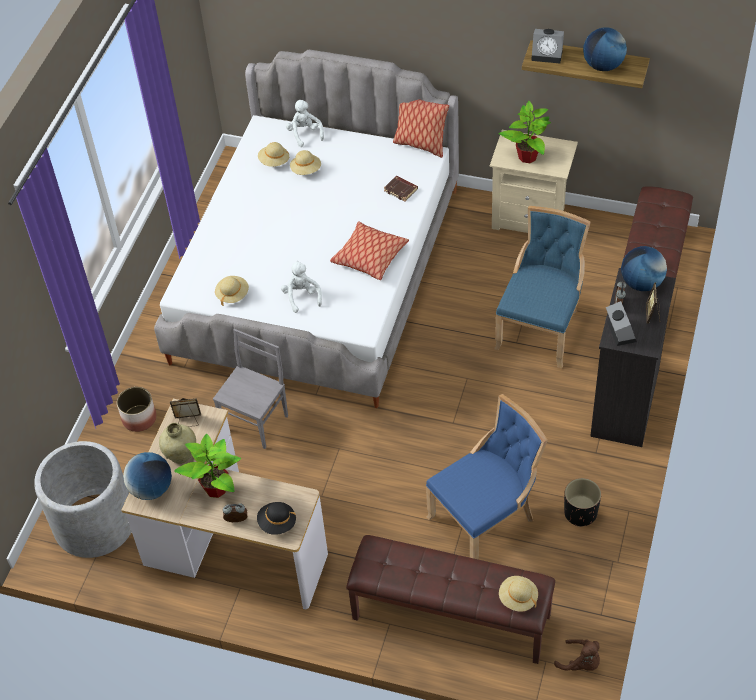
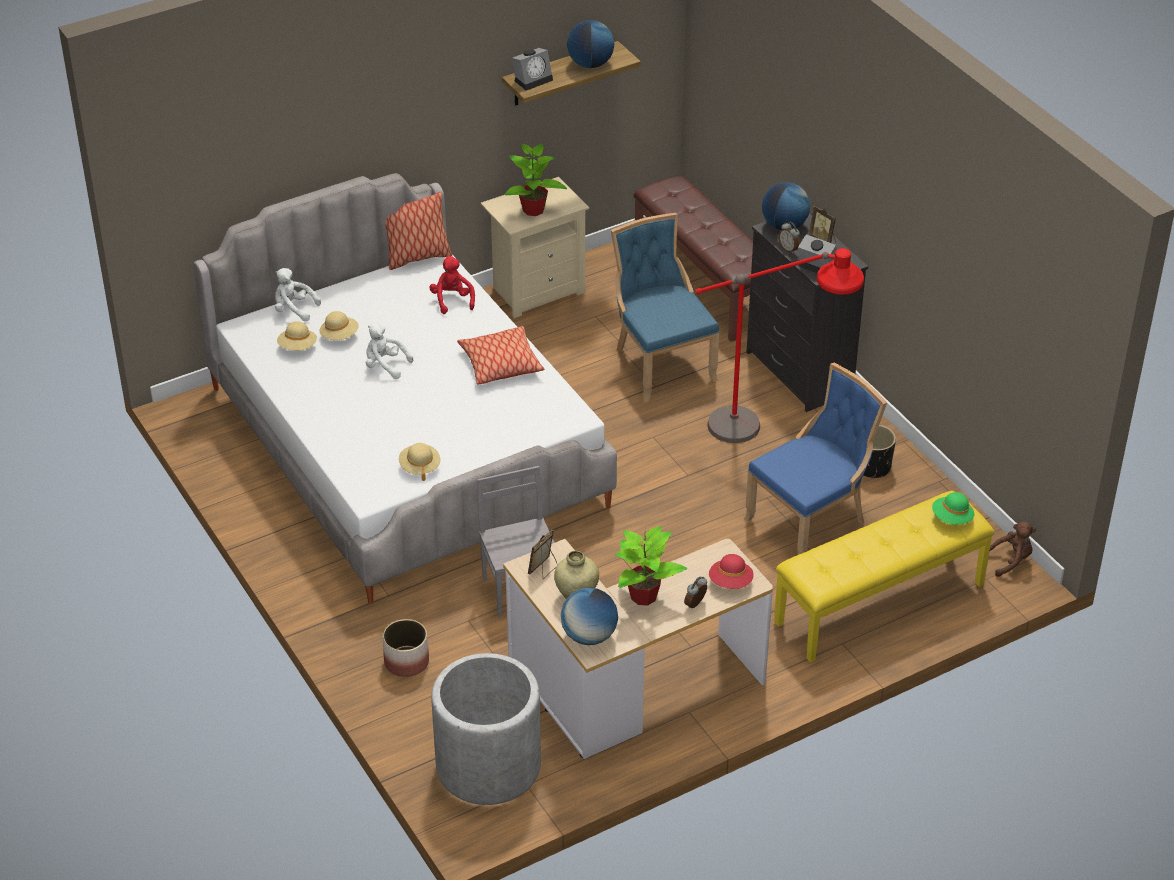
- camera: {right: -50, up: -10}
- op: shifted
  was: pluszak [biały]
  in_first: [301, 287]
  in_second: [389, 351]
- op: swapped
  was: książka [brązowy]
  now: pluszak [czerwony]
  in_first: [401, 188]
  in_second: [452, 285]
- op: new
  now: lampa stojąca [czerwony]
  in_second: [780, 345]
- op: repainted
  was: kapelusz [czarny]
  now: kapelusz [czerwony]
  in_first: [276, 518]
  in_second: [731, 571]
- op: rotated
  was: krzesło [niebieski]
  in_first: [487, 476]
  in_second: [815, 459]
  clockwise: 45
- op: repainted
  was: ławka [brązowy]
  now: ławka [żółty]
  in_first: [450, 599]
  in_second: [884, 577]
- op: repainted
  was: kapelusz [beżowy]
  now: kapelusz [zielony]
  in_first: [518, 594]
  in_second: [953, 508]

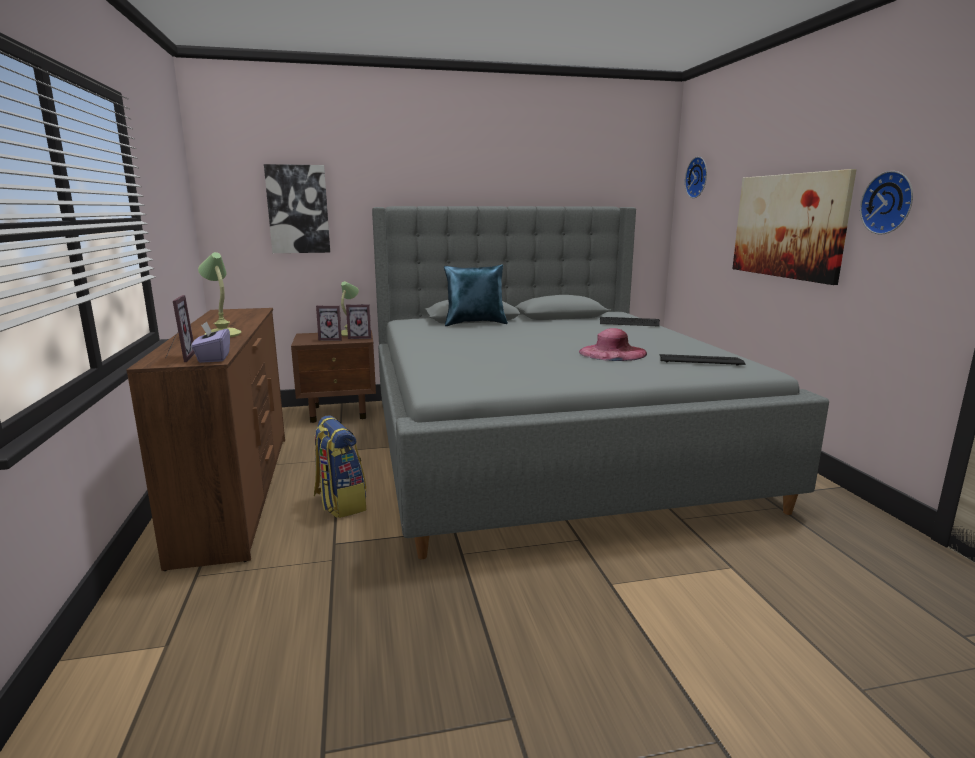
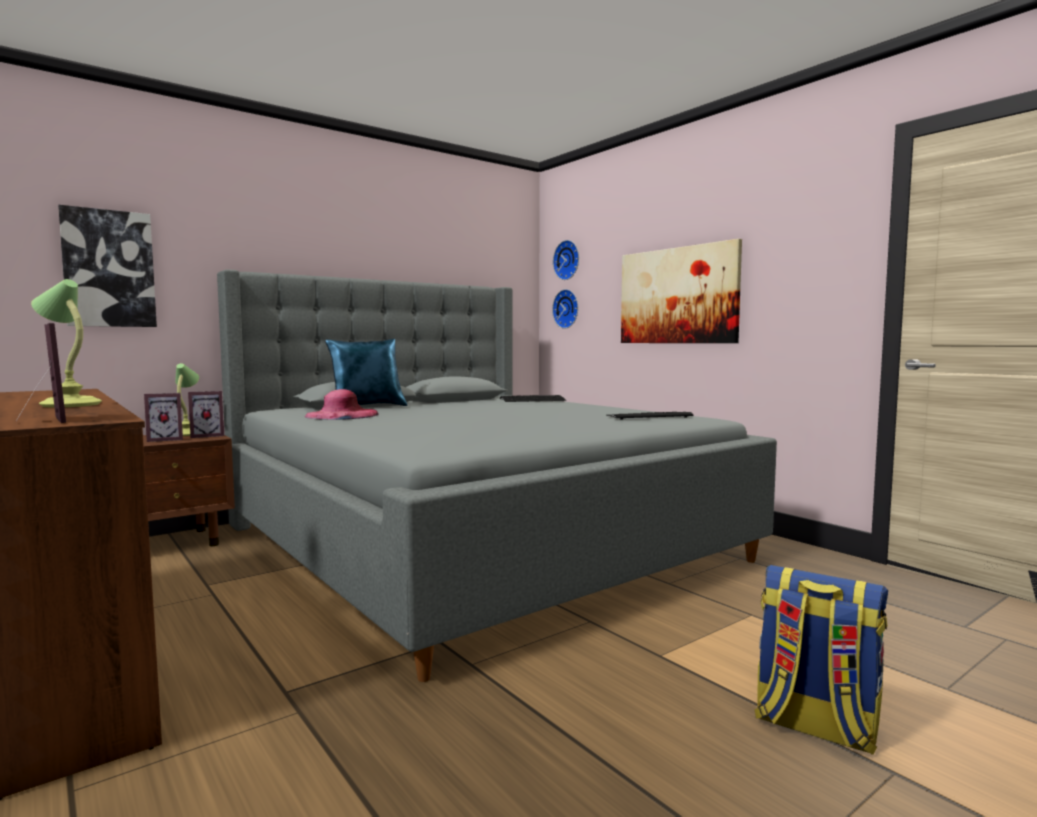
- camera: {right: -25, up: -10}
- op: shifted
  was: kapelusz [różowy]
  in_first: [613, 344]
  in_second: [341, 404]
- op: shifted
  was: zegar ścienny
  in_first: [886, 203]
  in_second: [565, 309]
- op: shifted
  was: plecak
  in_first: [340, 466]
  in_second: [821, 660]
- op: gone
  was: pudełko chusteczek [fioletowy]
  in_first: [211, 342]

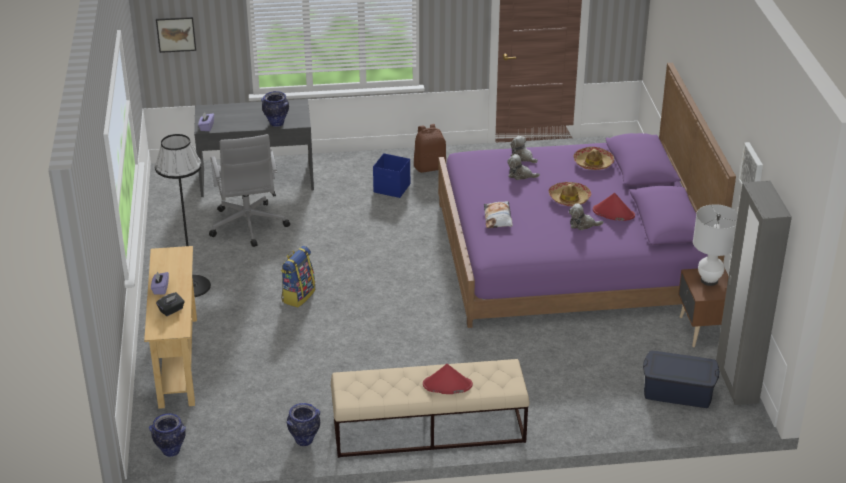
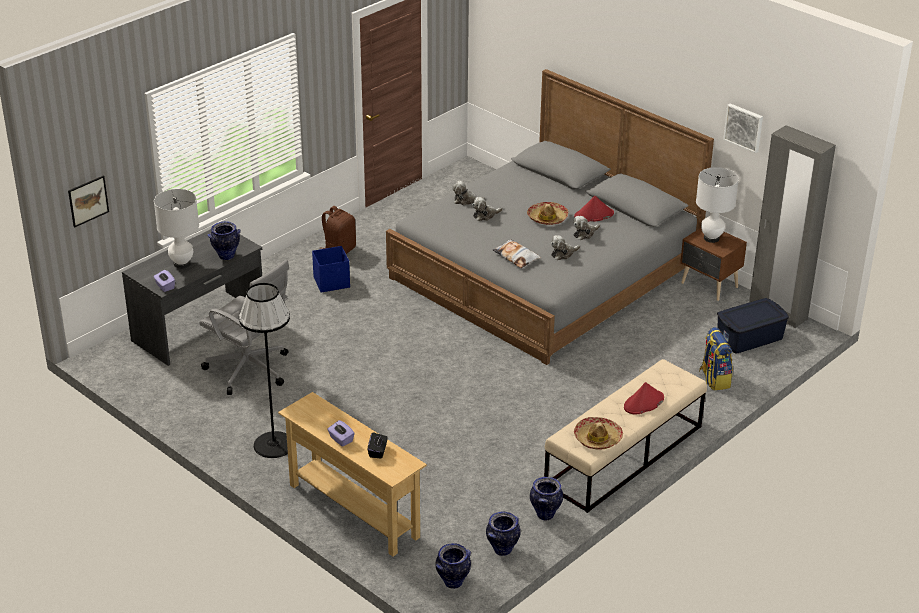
- camera: {right: -40, up: 0}
- op: new
  now: lampa stołowa [biały]
  in_second: [176, 229]
- op: repainted
  was: łóżko [fioletowy]
  now: łóżko [szary]
  in_first: [587, 195]
  in_second: [550, 217]
- op: new
  now: wazon
  in_second: [503, 533]
- op: new
  now: pluszak
  in_second: [566, 247]
- op: shifted
  was: kapelusz
  in_first: [594, 158]
  in_second: [598, 433]
- op: shifted
  was: plecak
  in_first: [298, 276]
  in_second: [716, 359]

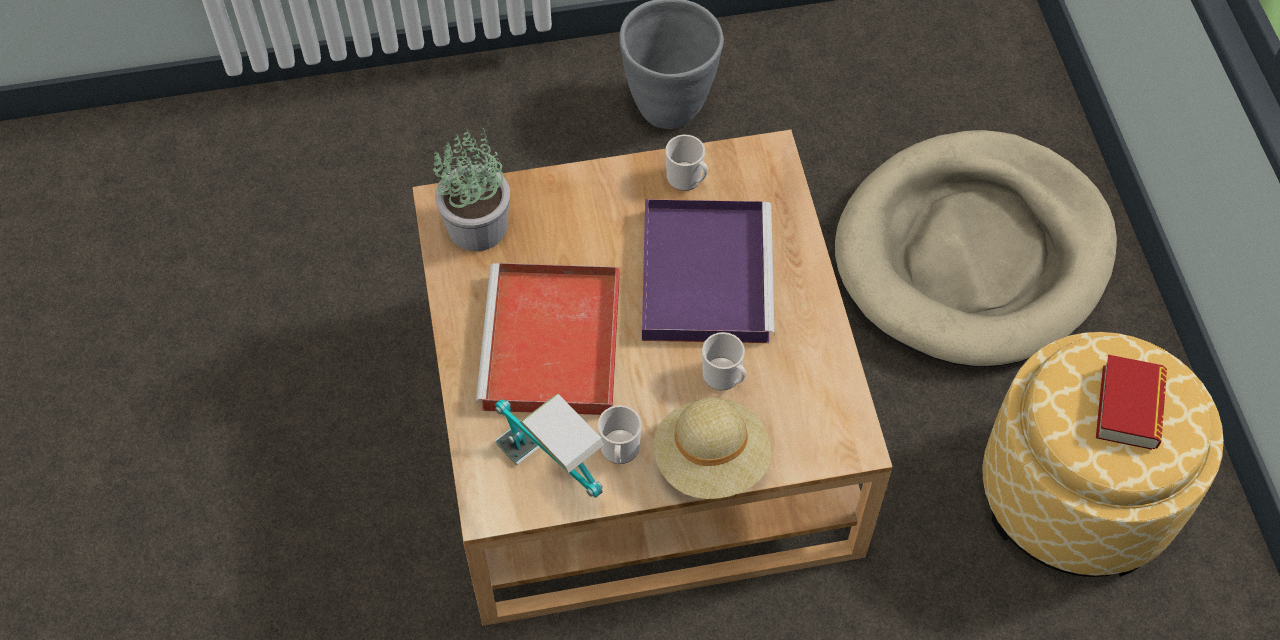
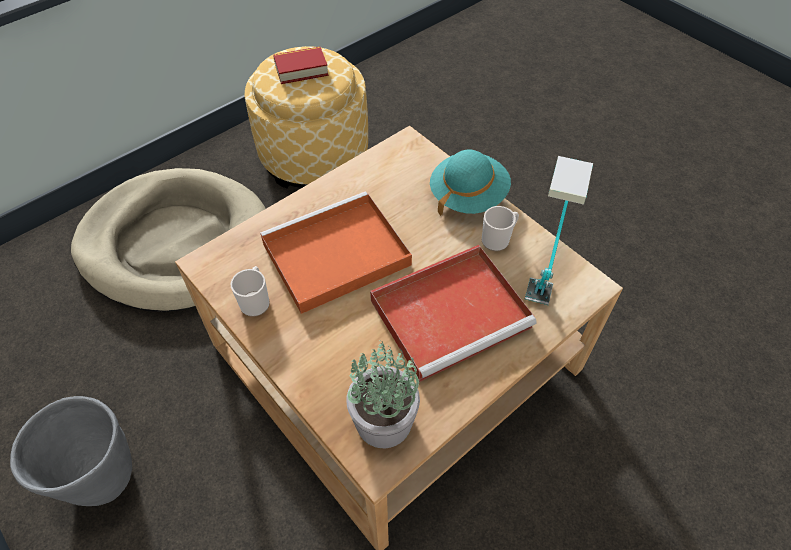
- camera: {right: -120, up: -5}
- op: repainted
  was: taca [fioletowy]
  now: taca [pomarańczowy]
  in_first: [708, 271]
  in_second: [336, 252]
- op: repainted
  was: kapelusz [beżowy]
  now: kapelusz [turkusowy]
  in_first: [712, 448]
  in_second: [470, 182]
- op: gone
  was: kubek
  in_first: [724, 361]

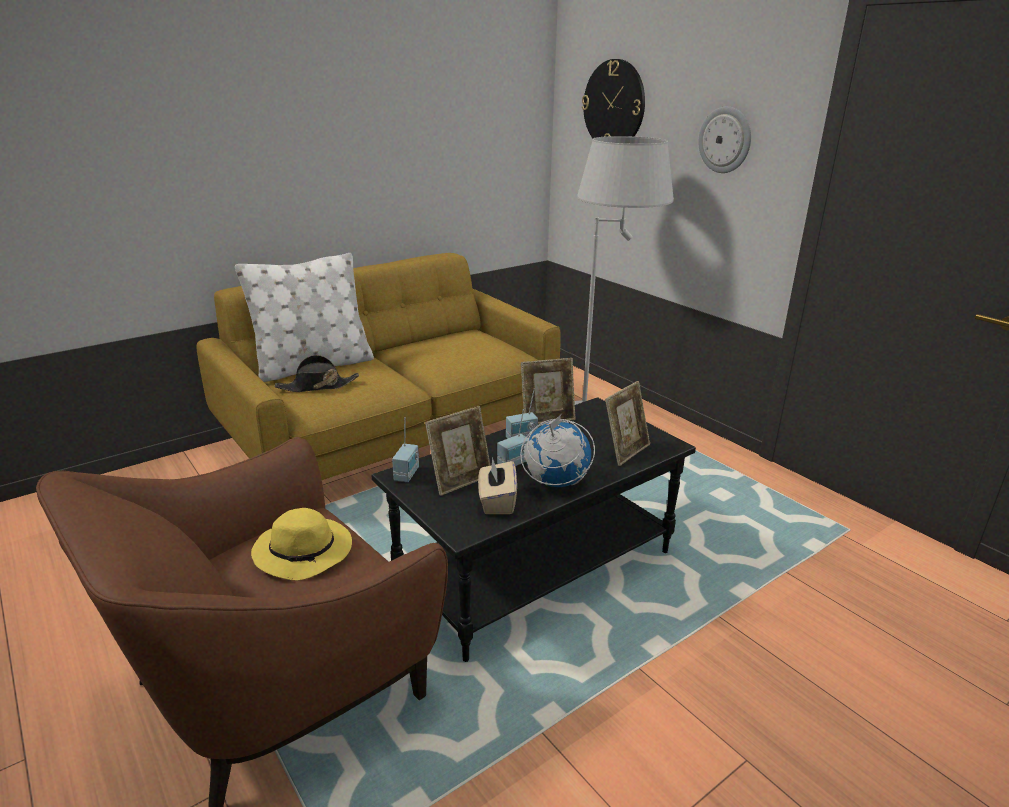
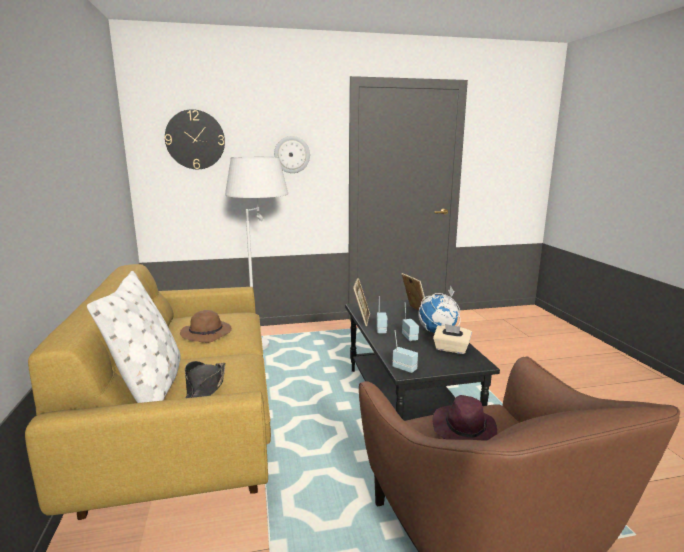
- camera: {right: -65, up: -10}
- op: new
  now: kapelusz [brązowy]
  in_second: [206, 326]
- op: repainted
  was: kapelusz [żółty]
  now: kapelusz [fioletowy]
  in_first: [301, 544]
  in_second: [464, 417]
- op: gone
  was: ramka na zdjęcie
  in_first: [458, 451]

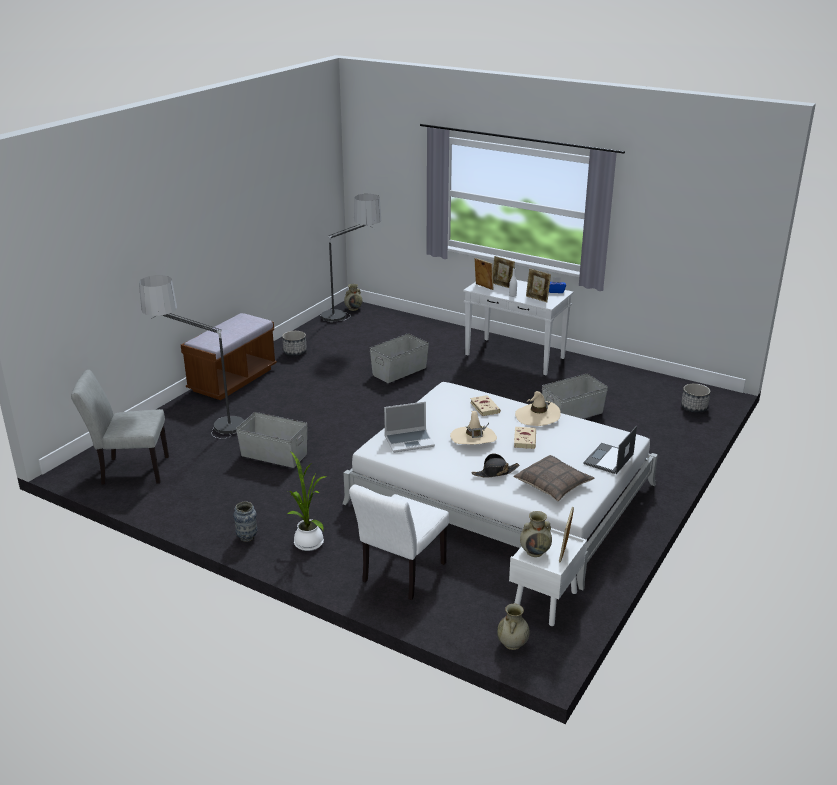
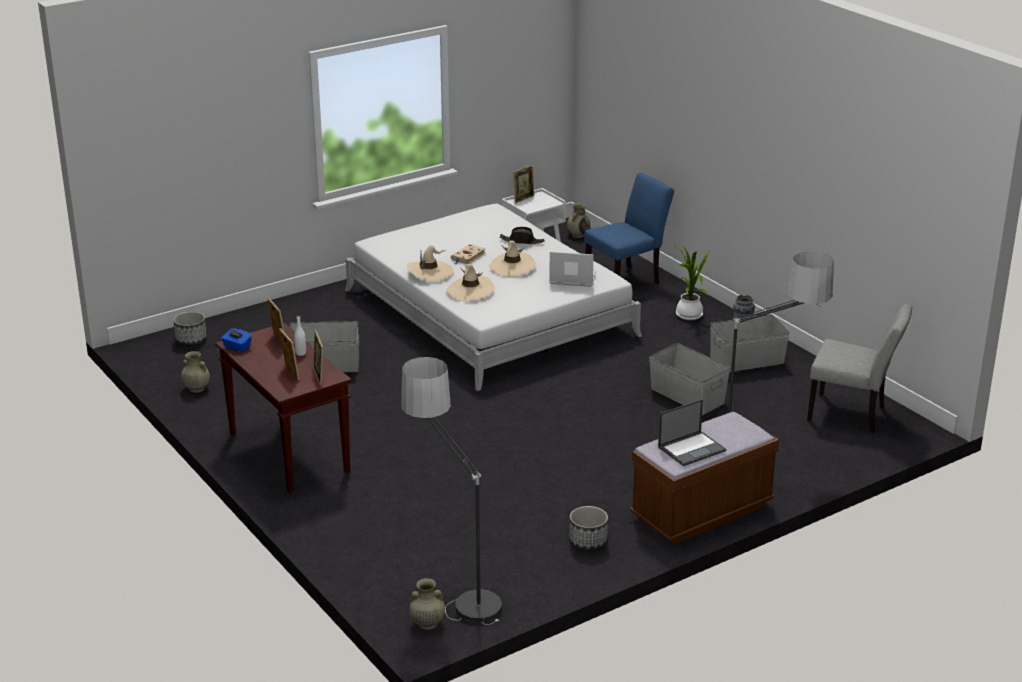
- camera: {right: -155, up: 0}
- op: shifted
  was: wazon [beżowy]
  in_first: [536, 534]
  in_second: [195, 372]
- op: repainted
  was: stolik konsolowy [biały]
  now: stolik konsolowy [brązowy]
  in_first: [518, 328]
  in_second: [283, 408]
- op: swapped
  was: książka [beżowy]
  now: kapelusz [beżowy]
  in_first: [485, 405]
  in_second: [470, 282]
- op: repainted
  was: krzesło [biały]
  now: krzesło [niebieski]
  in_first: [399, 542]
  in_second: [629, 228]
- op: shifted
  was: laptop
  in_first: [610, 450]
  in_second: [692, 432]
- op: shifted
  was: pojemnik do przechowywania [szary]
  in_first: [399, 358]
  in_second: [750, 343]
- op: gone
  was: poduszka
  in_first: [554, 478]

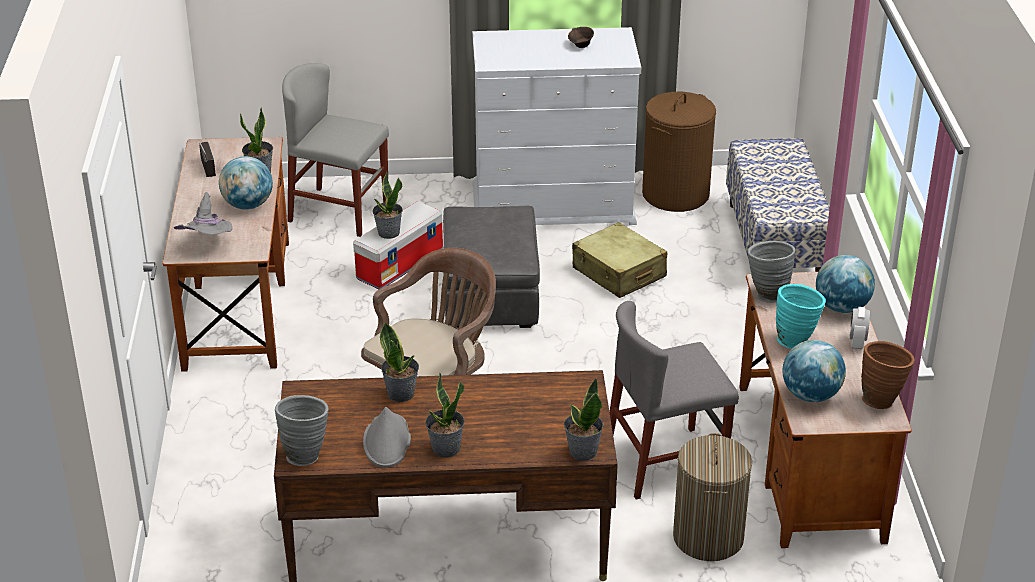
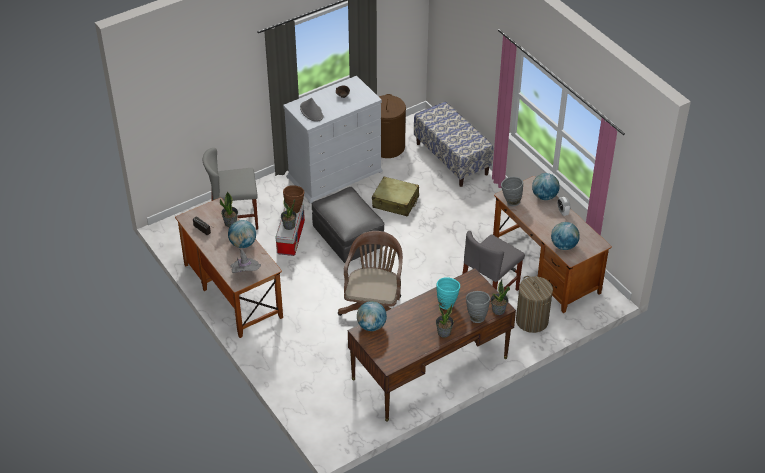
- camera: {right: -30, up: 10}
- op: shifted
  was: wazon [brązowy]
  in_first: [887, 375]
  in_second: [293, 199]
- op: shifted
  was: kapelusz [szary]
  in_first: [387, 437]
  in_second: [311, 110]
- op: new
  now: globus
  in_second: [372, 316]
- op: shifted
  was: wazon [turkusowy]
  in_first: [801, 316]
  in_second: [448, 293]
- op: shifted
  was: wazon [szary]
  in_first: [301, 430]
  in_second: [478, 307]
- op: gone
  was: roślina doniczkowa
  in_first: [399, 362]

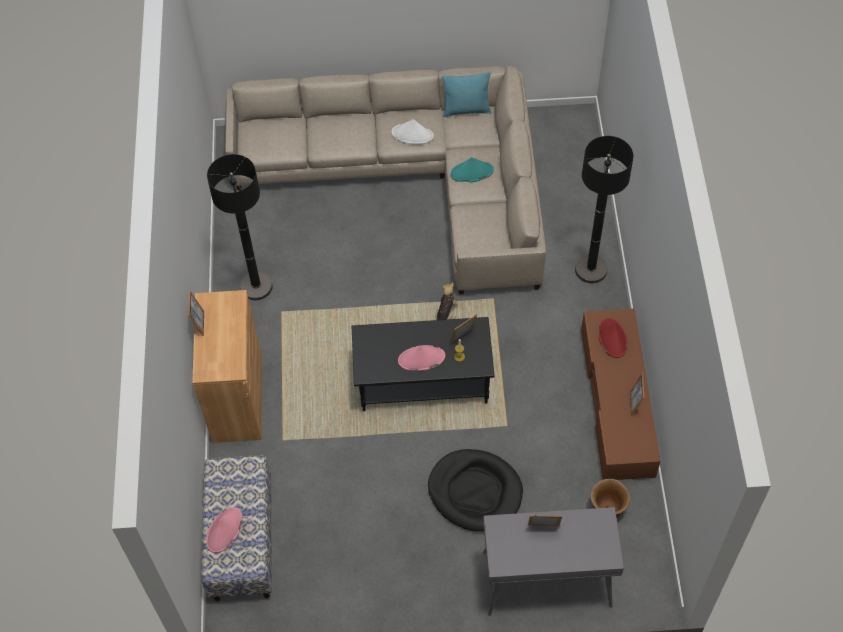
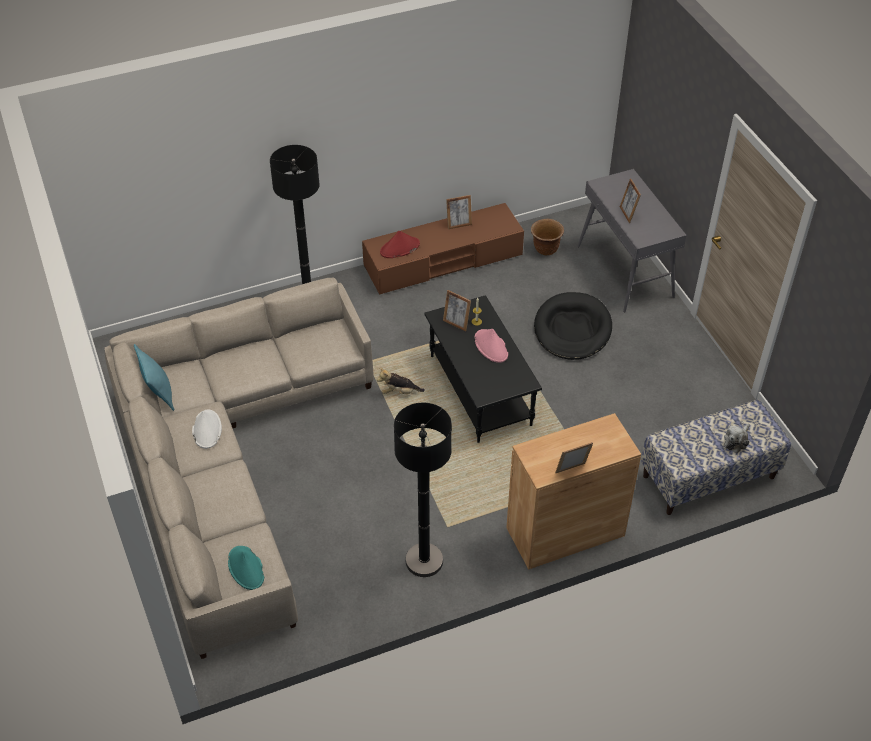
- camera: {right: -110, up: -10}
- op: shifted
  was: kapelusz [turkusowy]
  in_first: [472, 169]
  in_second: [246, 568]
- op: swapped
  was: kapelusz [różowy]
  now: pluszak
  in_first: [224, 530]
  in_second: [737, 438]

